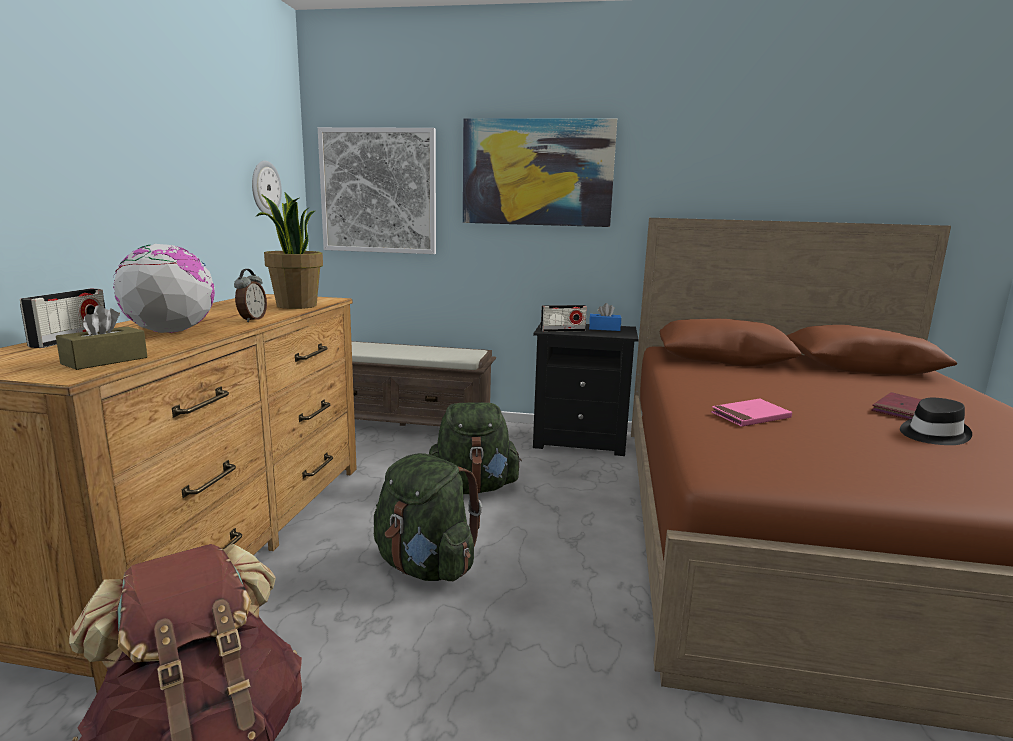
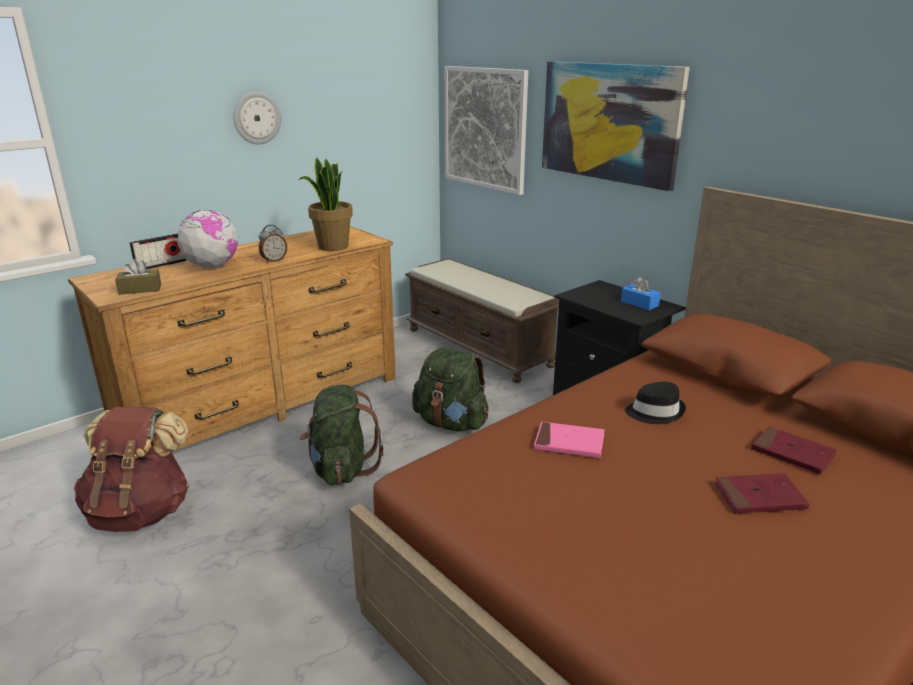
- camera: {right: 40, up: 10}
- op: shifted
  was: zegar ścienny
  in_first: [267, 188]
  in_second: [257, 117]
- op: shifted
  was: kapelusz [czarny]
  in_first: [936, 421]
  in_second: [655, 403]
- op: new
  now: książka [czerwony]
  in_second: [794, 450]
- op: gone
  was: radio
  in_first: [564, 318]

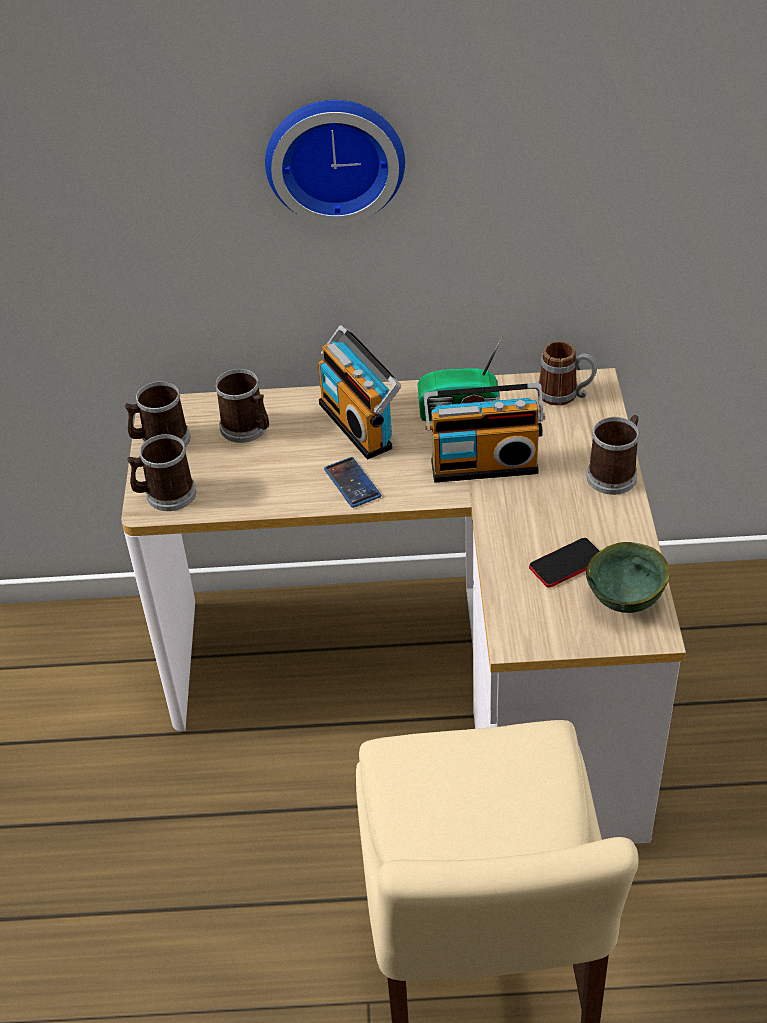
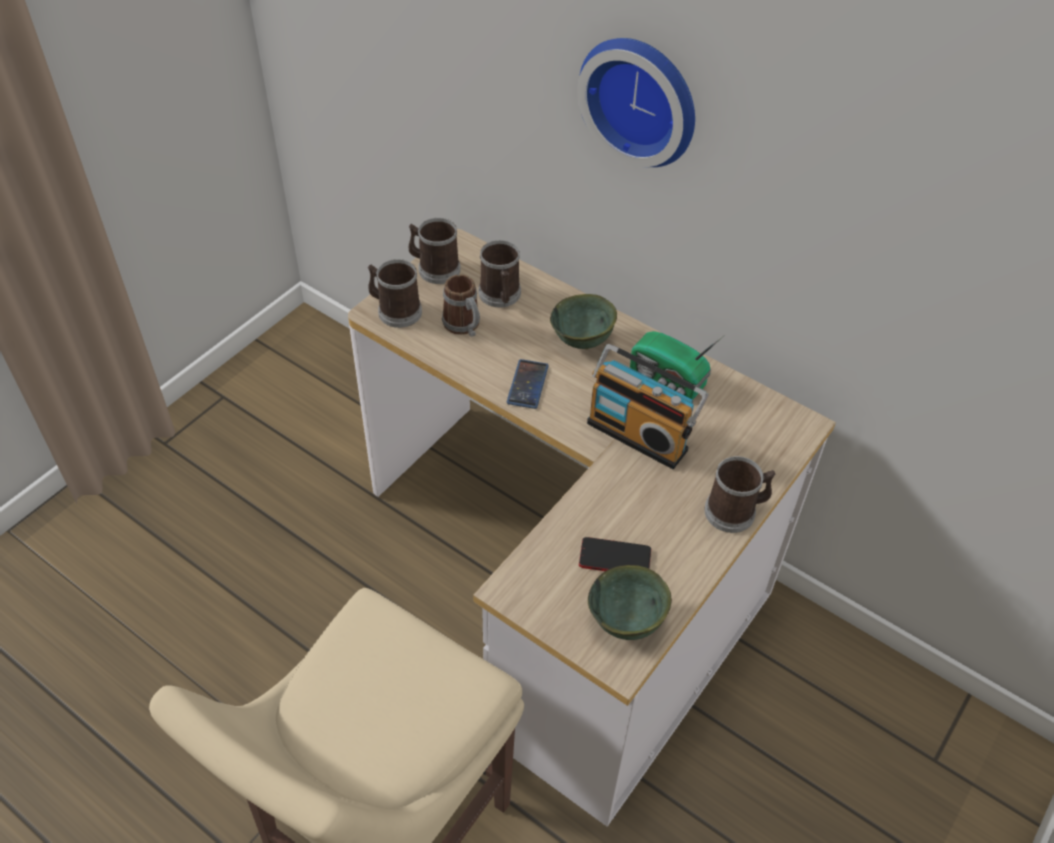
- camera: {right: 35, up: 5}
- op: shifted
  was: kubek
  in_first: [567, 373]
  in_second: [461, 306]
- op: swapped
  was: radio
  now: miska [zielony]
  in_first: [359, 392]
  in_second: [583, 321]

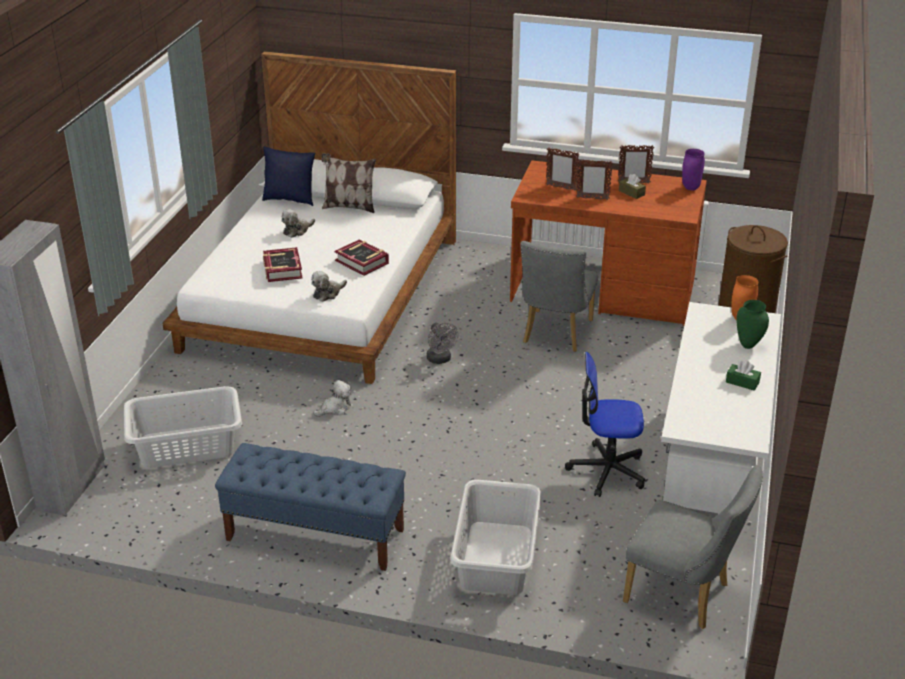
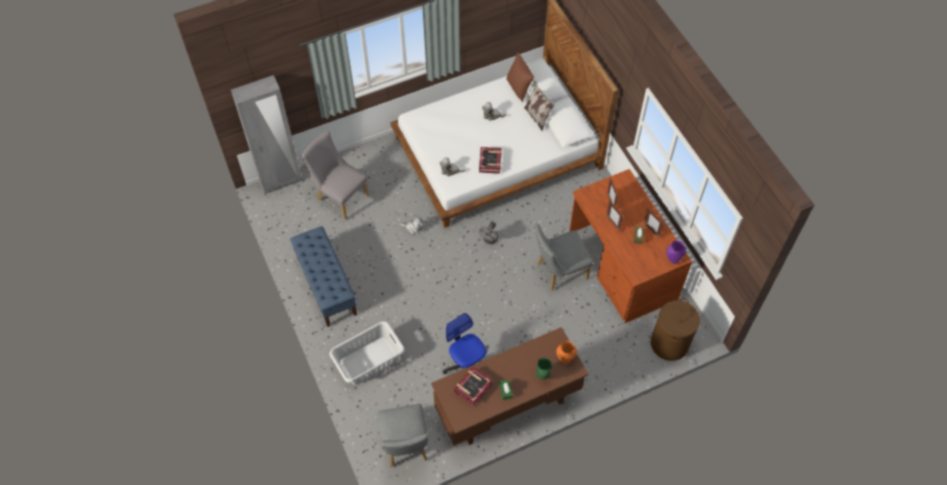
- camera: {right: 50, up: 25}
- op: swapped
  was: kosz na pranie [szary]
  now: krzesło [szary]
  in_first: [183, 427]
  in_second: [335, 175]
- op: repainted
  was: biurko [biały]
  now: biurko [brązowy]
  in_first: [721, 409]
  in_second: [510, 386]
- op: shifted
  was: książka
  in_first: [283, 264]
  in_second: [473, 386]
- op: repainted
  was: poduszka [niebieski]
  now: poduszka [brązowy]
  in_first: [289, 176]
  in_second: [520, 77]

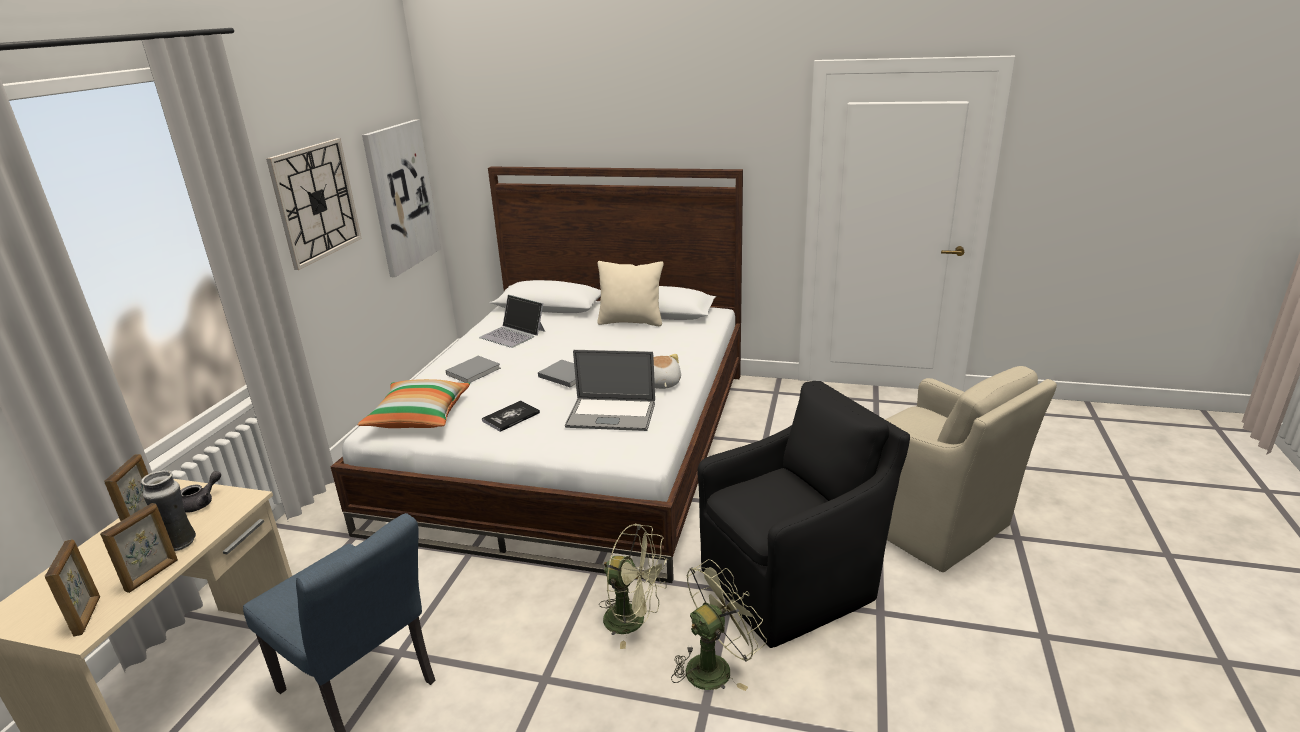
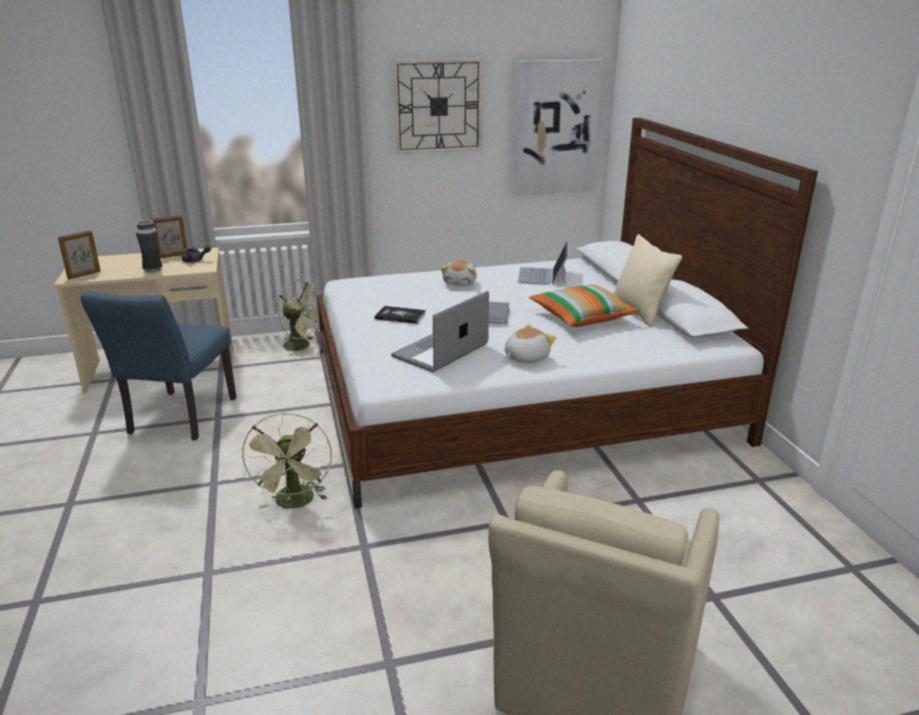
- camera: {right: 60, up: 0}
- op: shifted
  was: wentylator [zielony]
  in_first: [719, 625]
  in_second: [300, 317]
- op: rotated
  was: laptop
  in_first: [610, 390]
  in_second: [440, 331]
  clockwise: 60
- op: swapped
  was: książka [szary]
  now: pluszak
  in_first: [473, 369]
  in_second: [459, 273]
- op: shifted
  was: poduszka
  in_first: [414, 403]
  in_second: [584, 305]
- op: gone
  was: ramka na zdjęcie
  in_first: [139, 548]
- op: gone
  was: fotel [czarny]
  in_first: [803, 514]

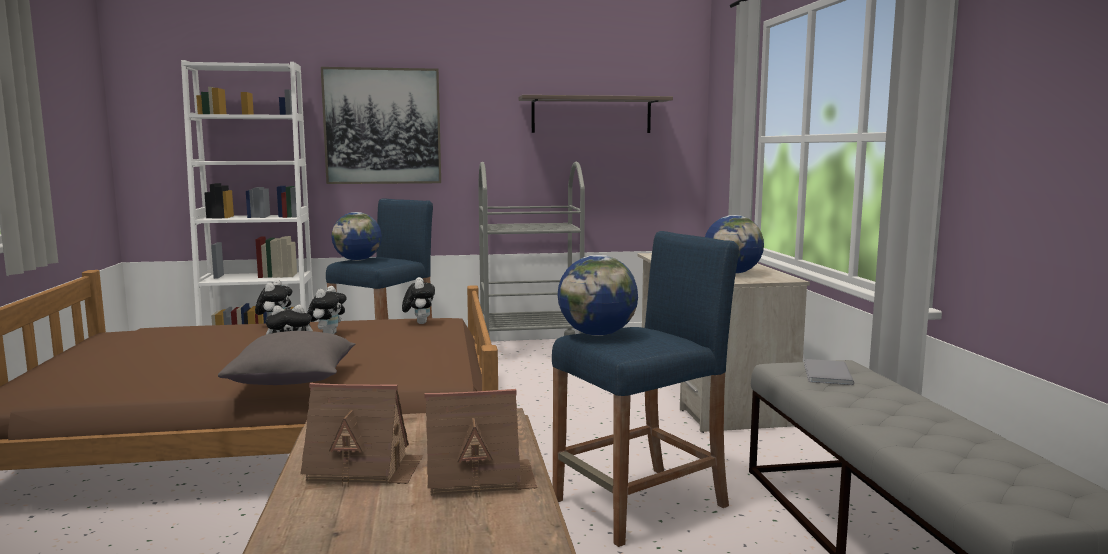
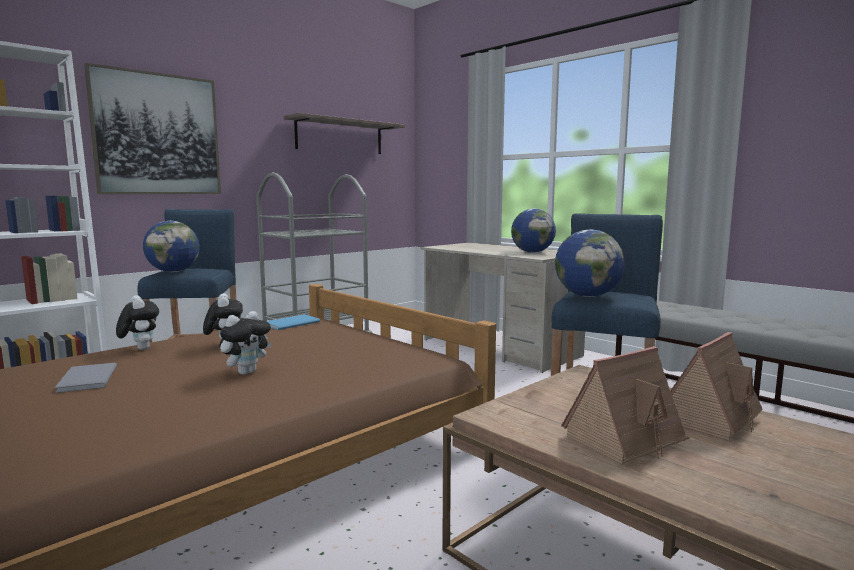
- camera: {right: -35, up: 0}
- op: shifted
  was: książka [szary]
  in_first: [829, 372]
  in_second: [86, 378]
- op: swapped
  was: pluszak
  now: książka [niebieski]
  in_first: [418, 300]
  in_second: [293, 322]
- op: gone
  was: poduszka [szary]
  in_first: [287, 358]

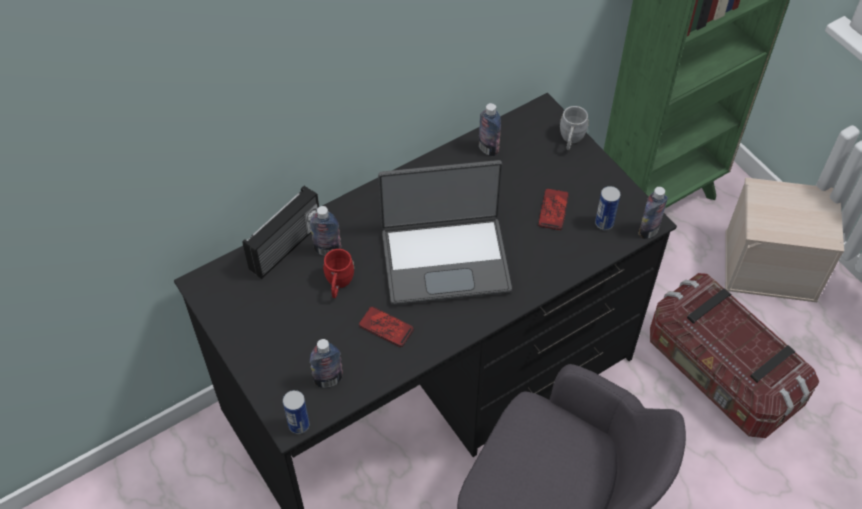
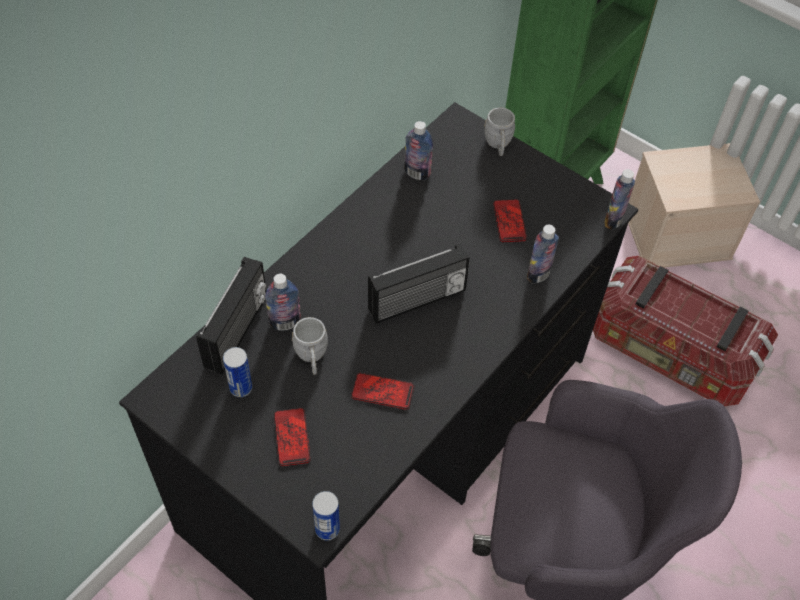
- camera: {right: -20, up: 0}
- op: shifted
  was: puszka
  in_first: [607, 208]
  in_second: [237, 372]
- op: new
  now: telefon
  in_second: [292, 437]
- op: repainted
  was: kubek [czerwony]
  now: kubek [szary]
  in_first: [338, 273]
  in_second: [310, 346]
- op: swapped
  was: laptop
  now: radio
  in_first: [445, 232]
  in_second: [419, 284]
- op: shifted
  was: butelka
  in_first: [326, 363]
  in_second: [543, 254]

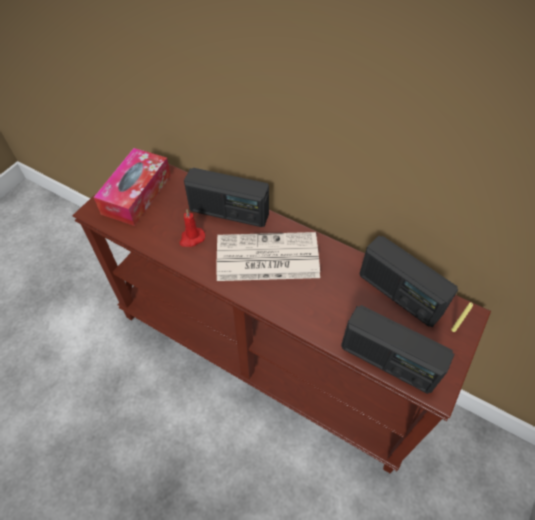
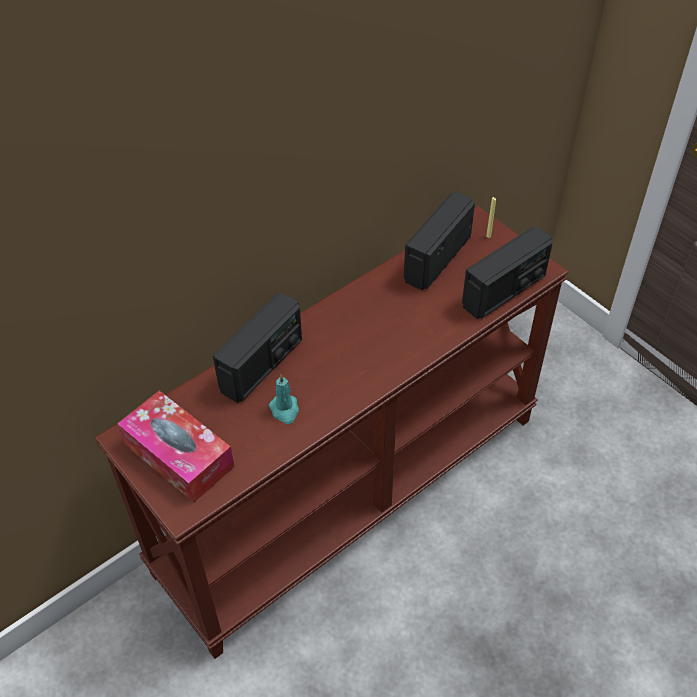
- camera: {right: -70, up: -5}
- op: repainted
  was: świeca [czerwony]
  now: świeca [turkusowy]
  in_first: [192, 228]
  in_second: [284, 399]
- op: rotated
  was: radio
  in_first: [409, 281]
  in_second: [439, 240]
  clockwise: 150
- op: gone
  was: gazeta
  in_first: [268, 256]

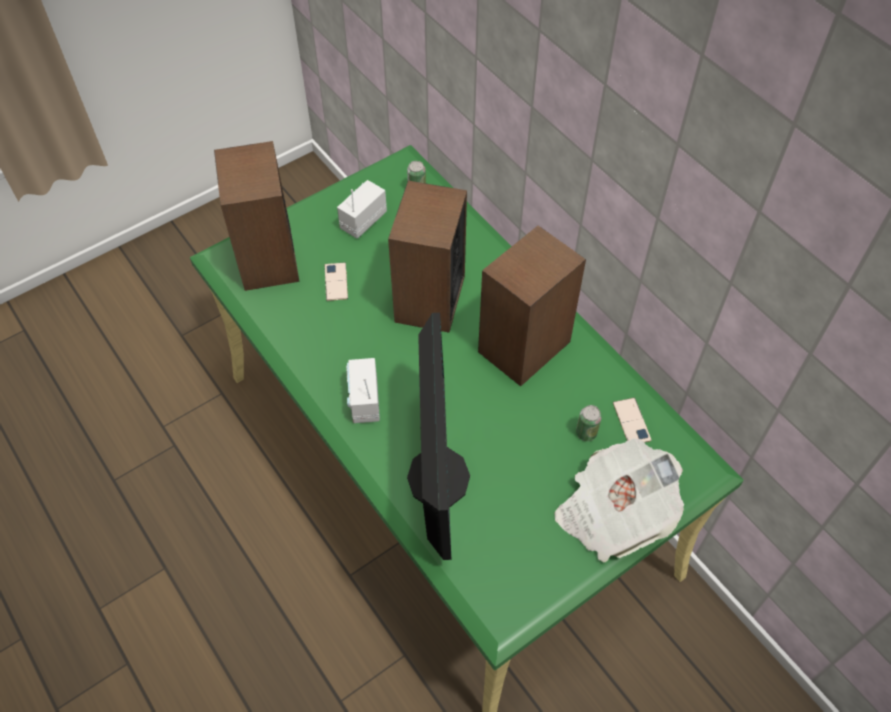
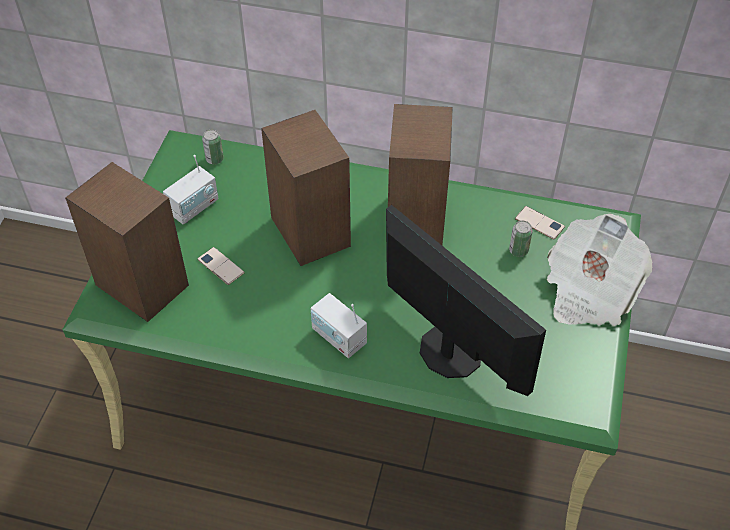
- camera: {right: -40, up: -5}
- op: rotated
  was: radio
  in_first: [362, 209]
  in_second: [191, 189]
  clockwise: -135

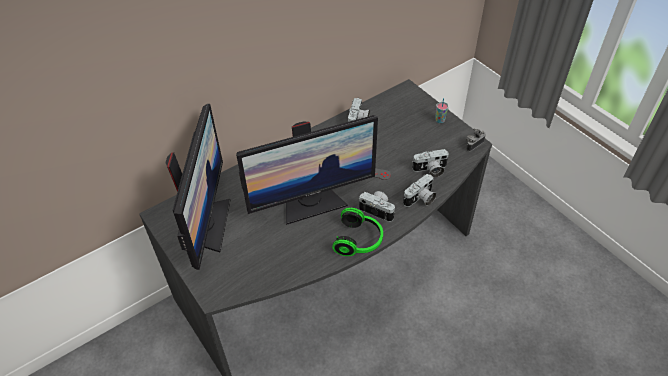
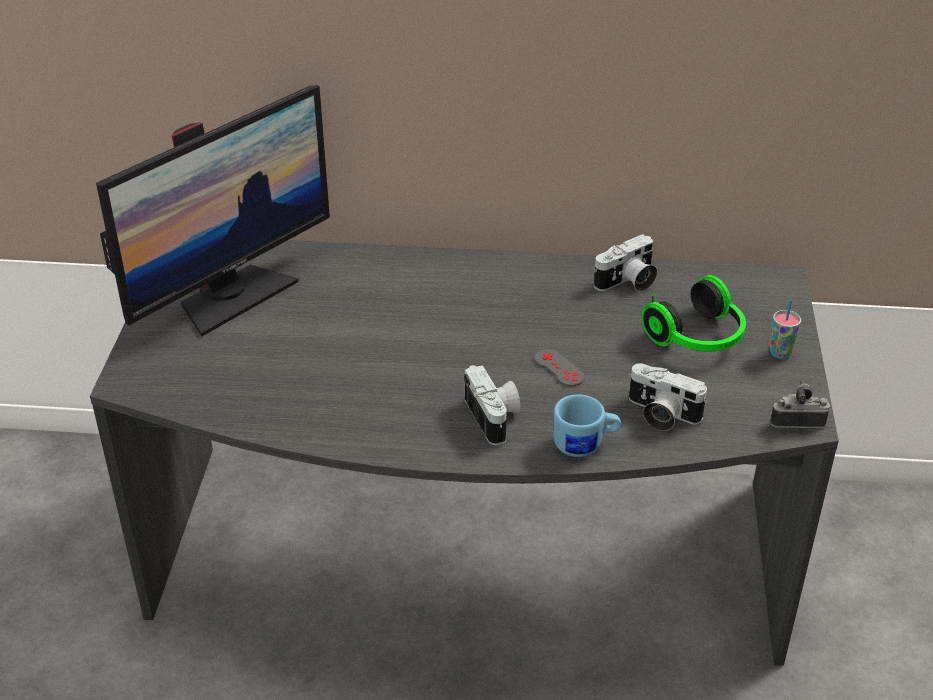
- camera: {right: 40, up: -10}
- op: swapped
  was: aparat fotograficzny
  now: kubek [niebieski]
  in_first: [419, 190]
  in_second: [587, 425]
- op: shifted
  was: słuchawki
  in_first: [357, 232]
  in_second: [693, 313]
- op: gone
  was: monitor
  in_first: [307, 170]

